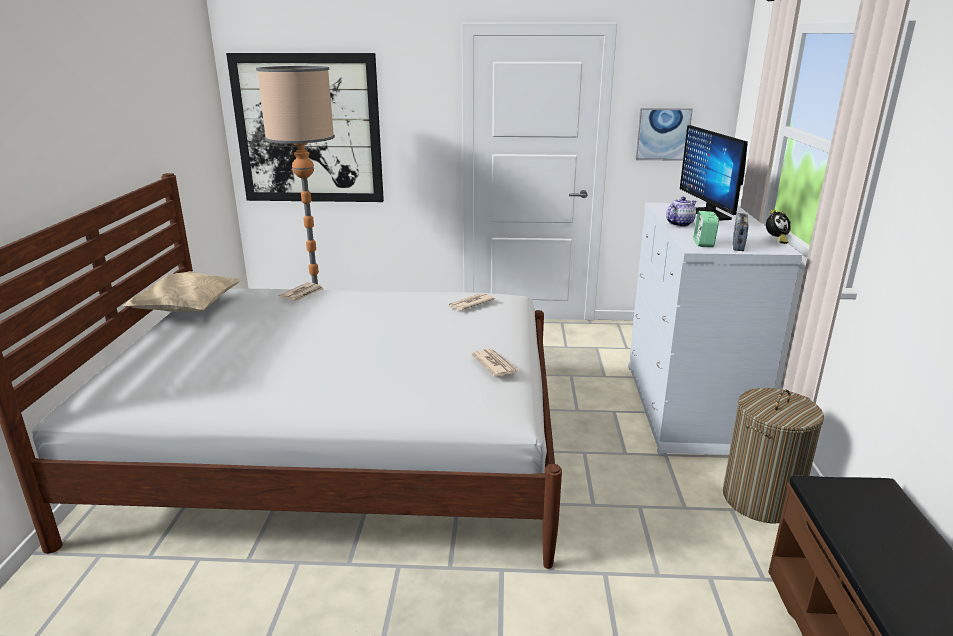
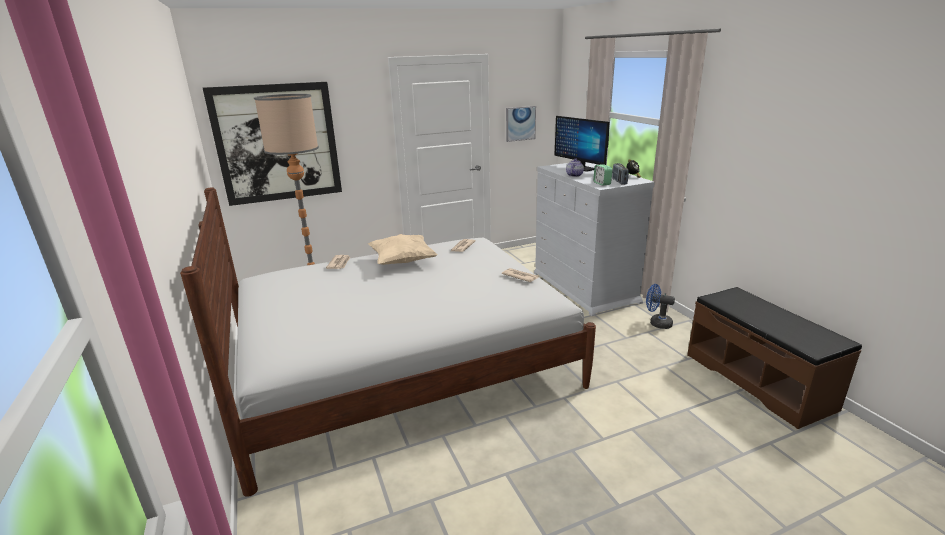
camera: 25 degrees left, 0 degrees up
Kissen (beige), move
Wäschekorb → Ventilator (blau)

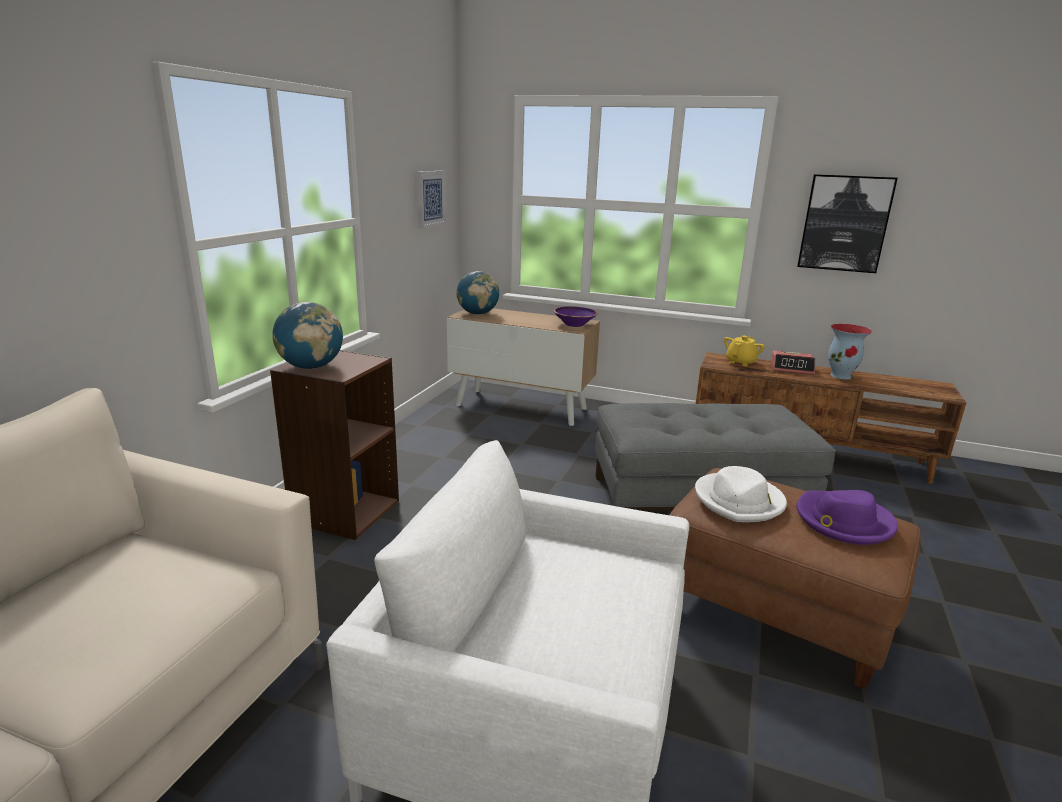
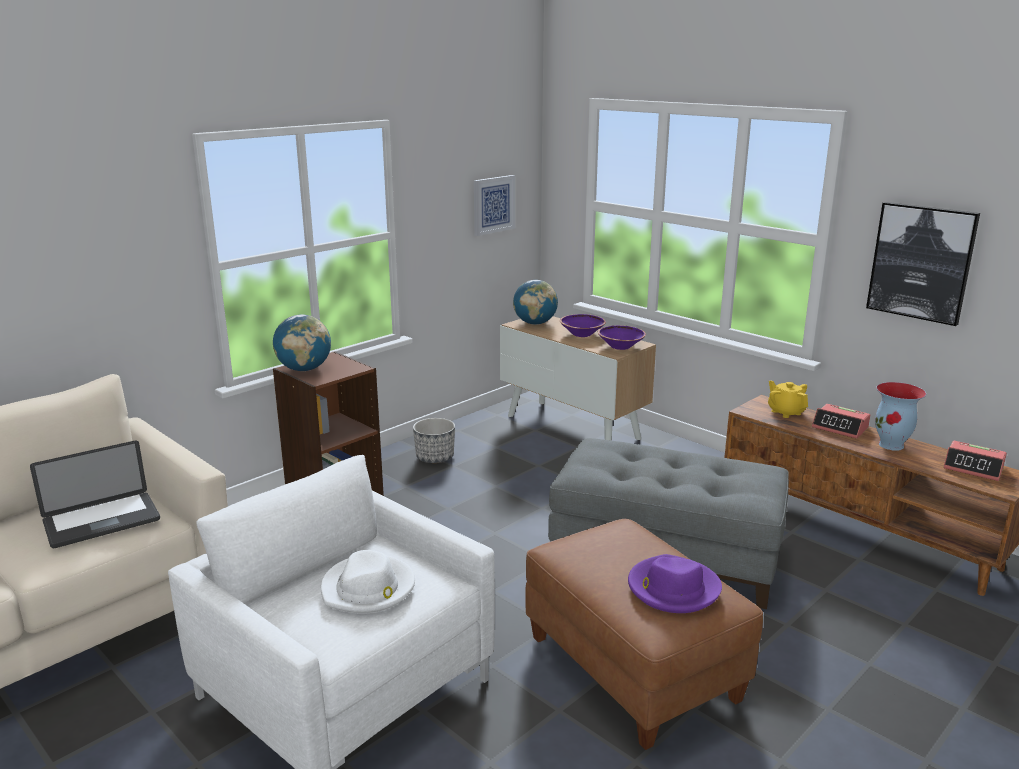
camera: 25 degrees right, 0 degrees up
Teekanne (gelb), 90 degrees counterclockwise
Hut (weiß), move
- → Schüssel (lila) (1st from left)
- → Pflanzkübel
- → Laptop
- → Wecker (2nd from left)

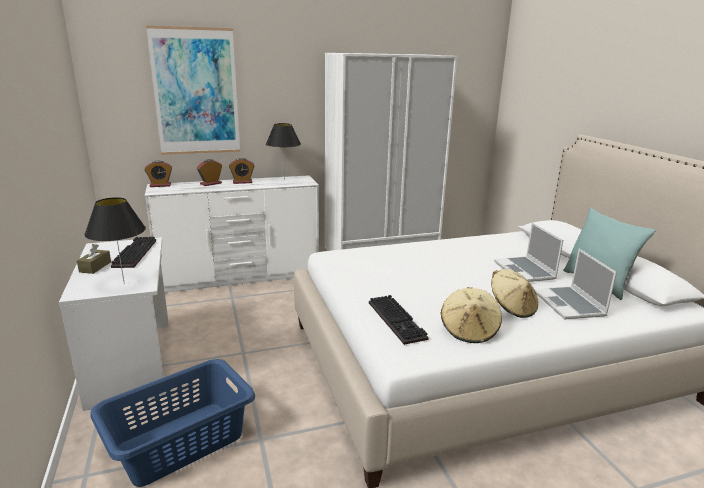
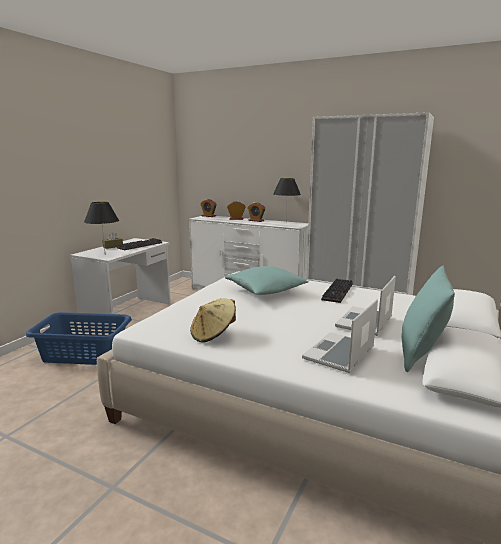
camera: 45 degrees right, 5 degrees down
Bild → -
Hut (beige) (2nd from left) → -
Tastatur (2nd from left), move
- → Kissen (türkis) (1st from left)

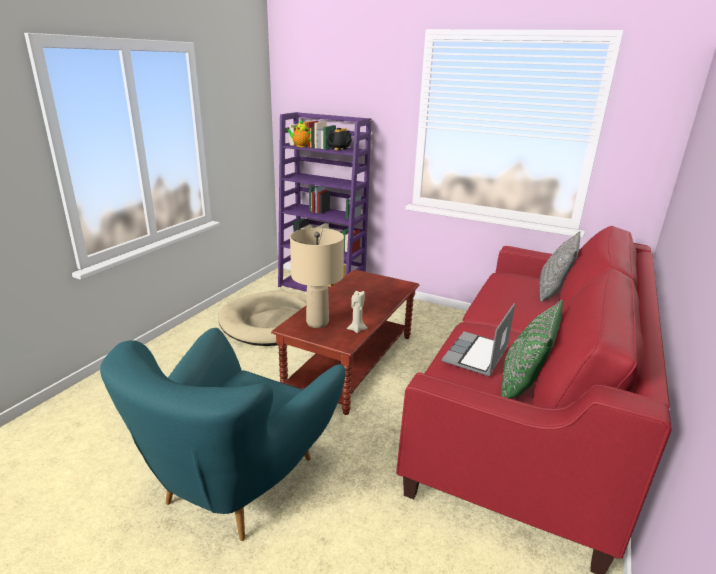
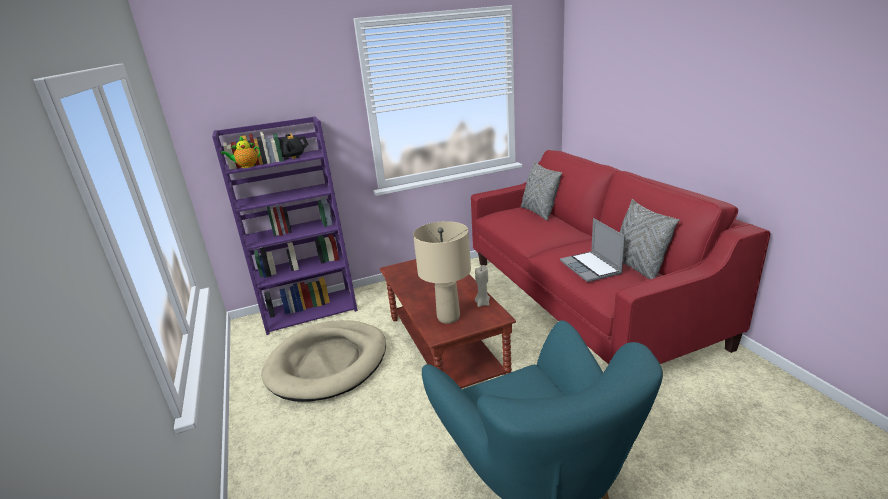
camera: 45 degrees left, 0 degrees up
Kissen (grün) → Kissen (grau) (2nd from left)

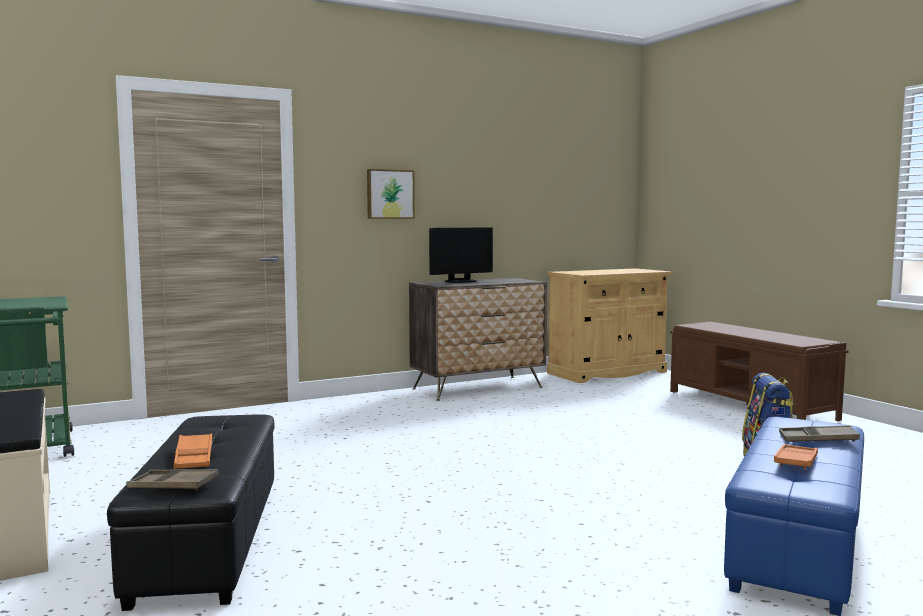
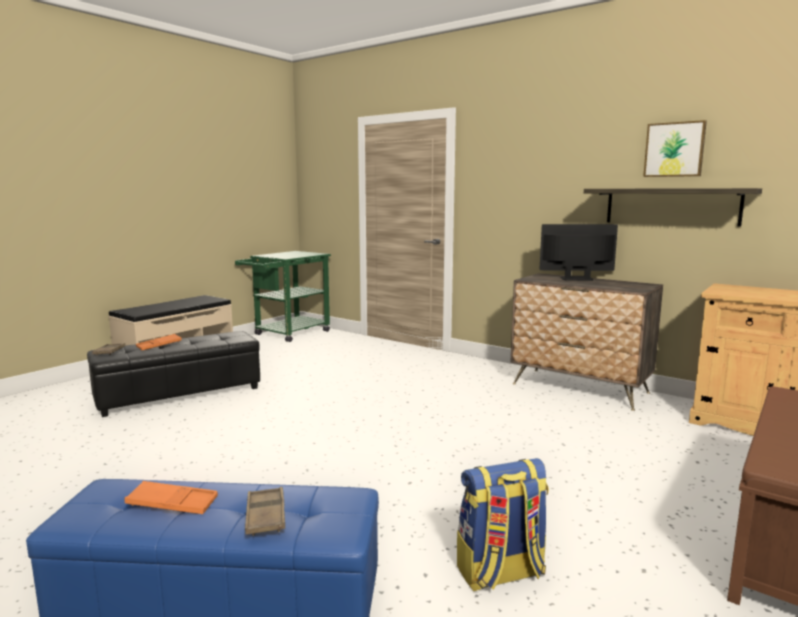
camera: 65 degrees right, 5 degrees up
Bild, move
Monitor, 150 degrees clockwise
- → Wandregal

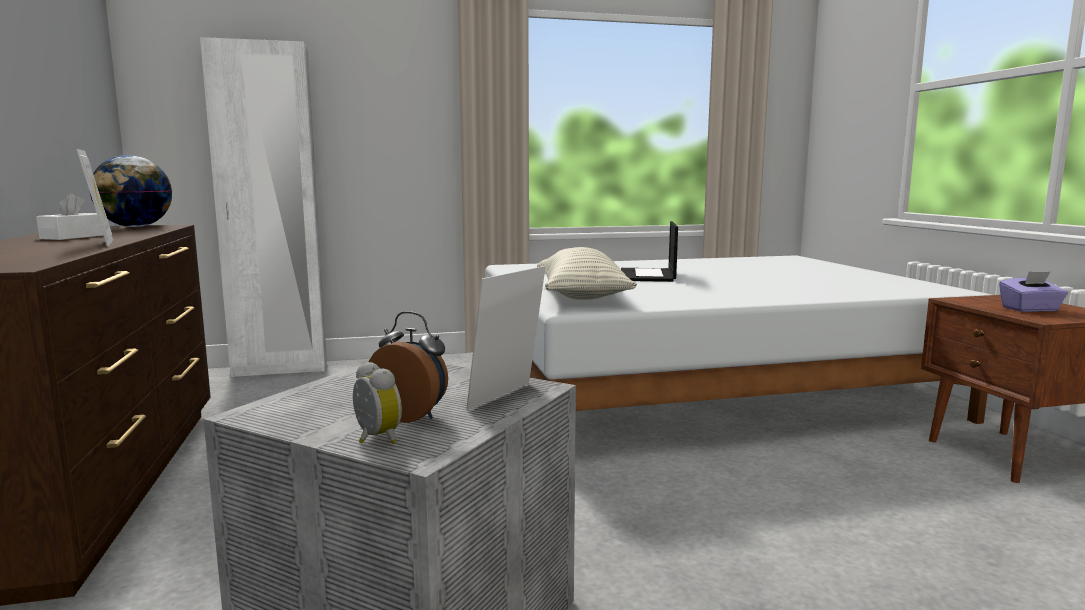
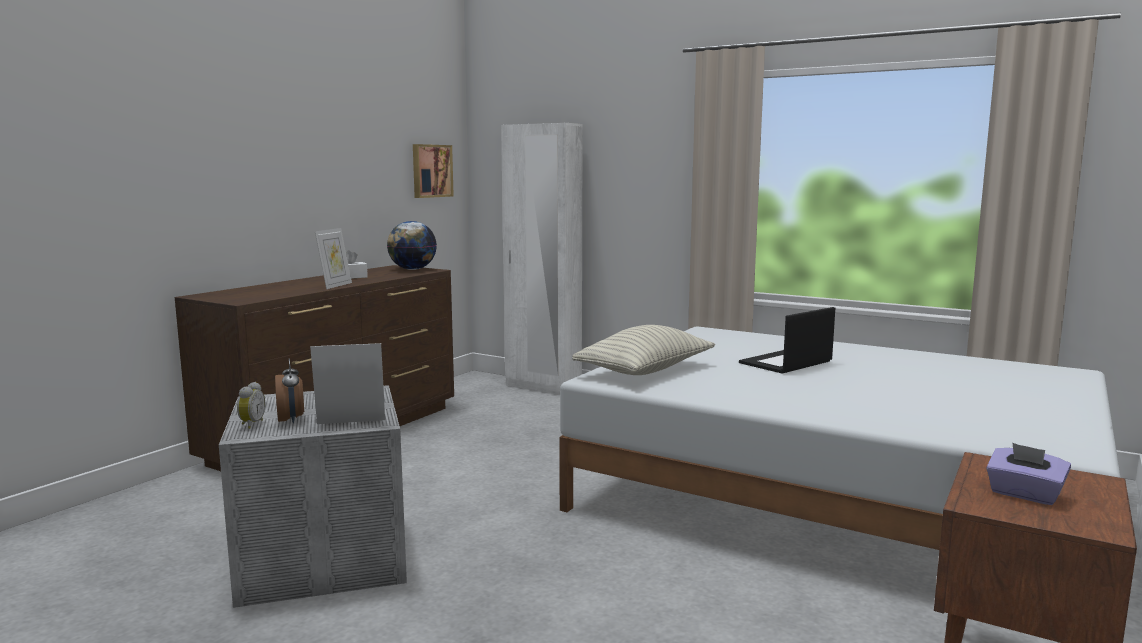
camera: 45 degrees right, 0 degrees up
- → Bild

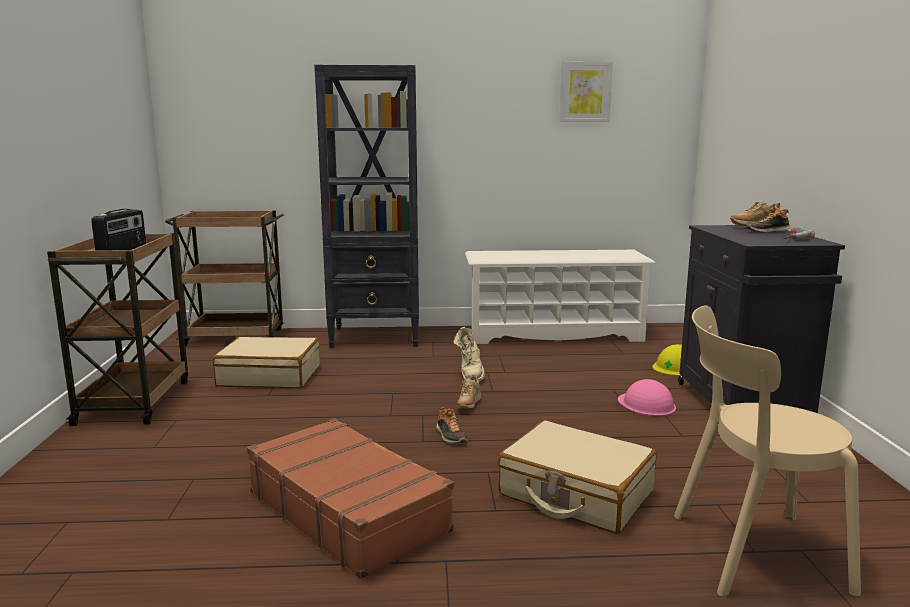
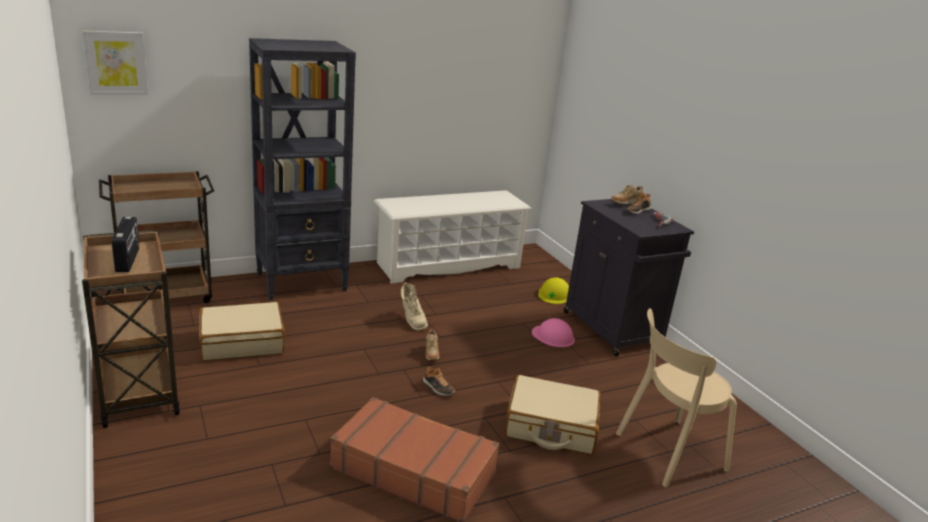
camera: 25 degrees left, 10 degrees up
Bild, move

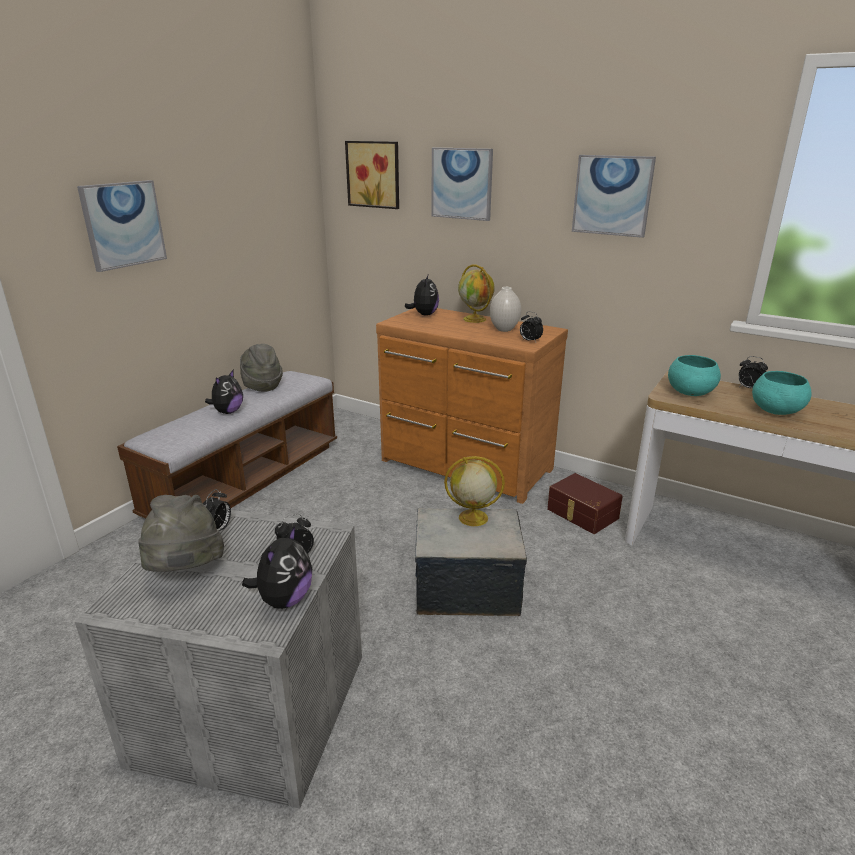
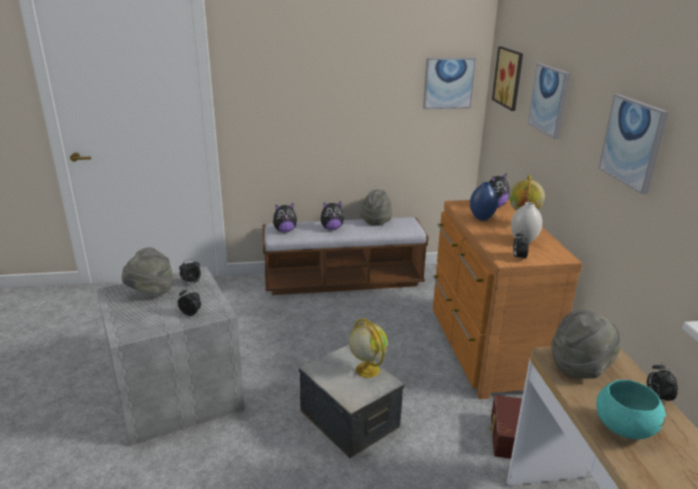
camera: 50 degrees right, 0 degrees up
Bild (1st from left), move
Schüssel (türkis) (1st from left) → Hut (grau) (3rd from left)
Plüschtier (2nd from left in the first image) → Plüschtier (1st from left), move
- → Vase (blau)

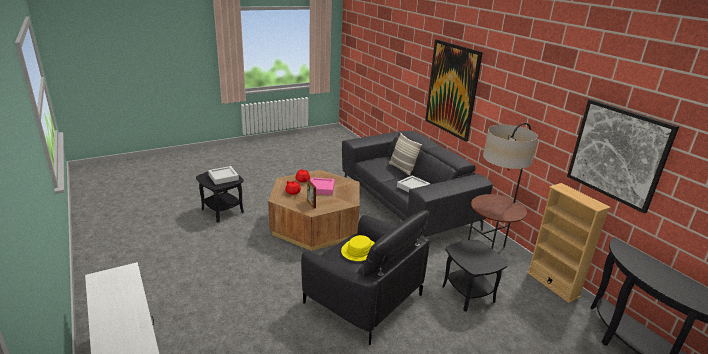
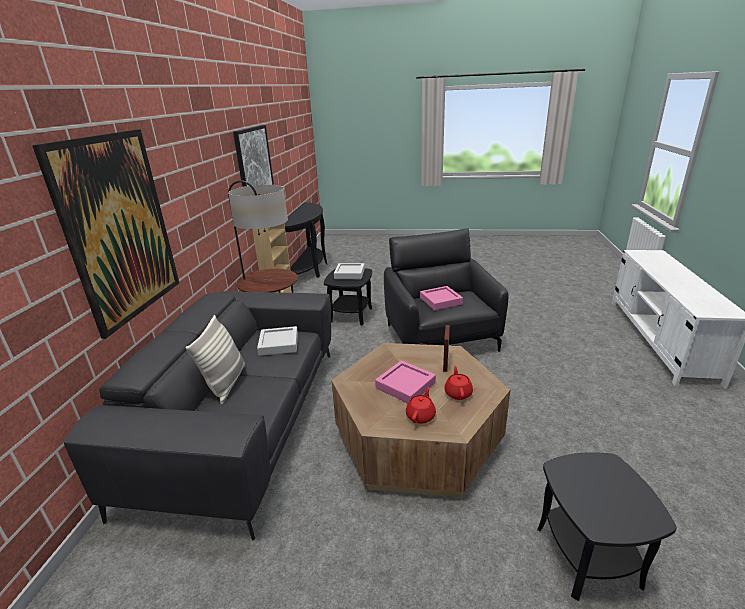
camera: 140 degrees left, 0 degrees up
Tablett (grau) (1st from left in the first image) → Tablett (grau) (2nd from left), move
Hut (gelb) → Tablett (rosa) (2nd from left)

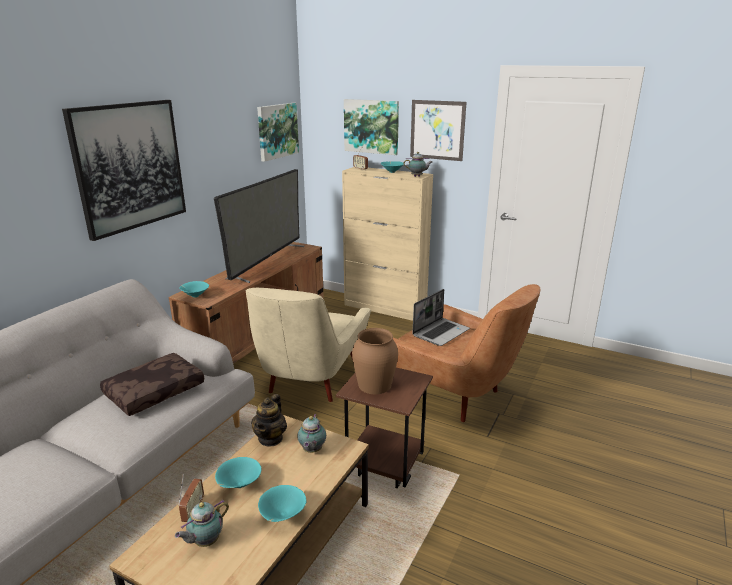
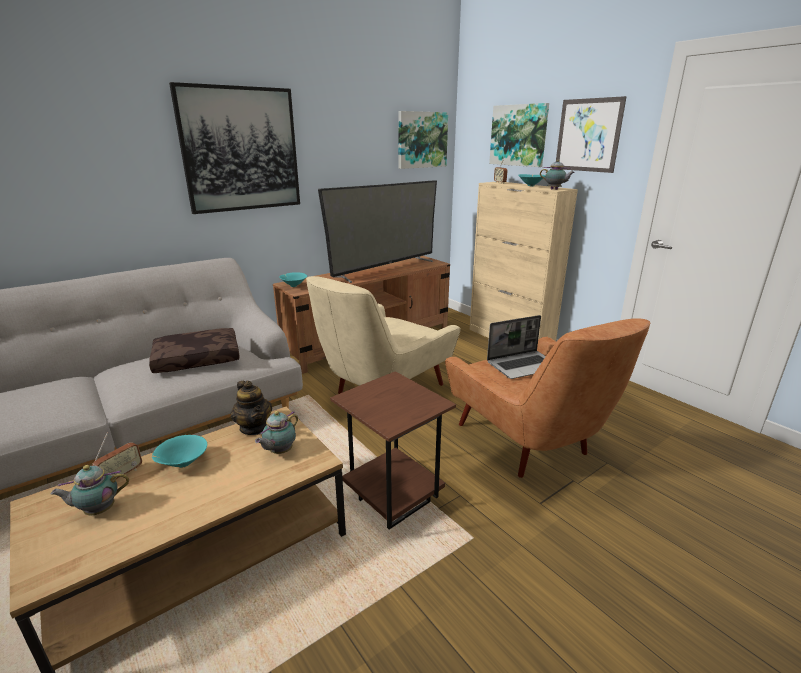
camera: 25 degrees right, 0 degrees up
Vase (braun) → -
Teekanne (2nd from left), 75 degrees counterclockwise
Schüssel (türkis) (3rd from left) → -

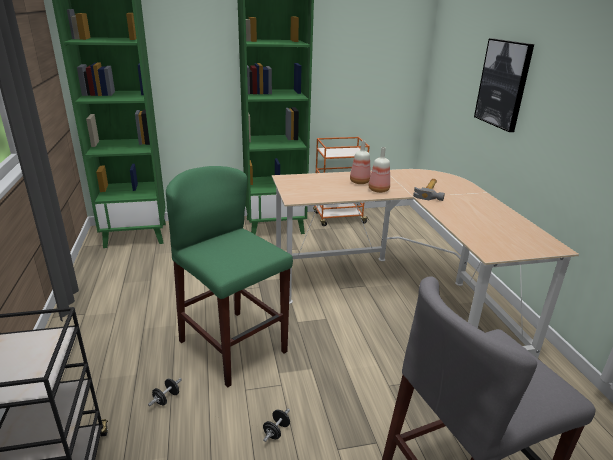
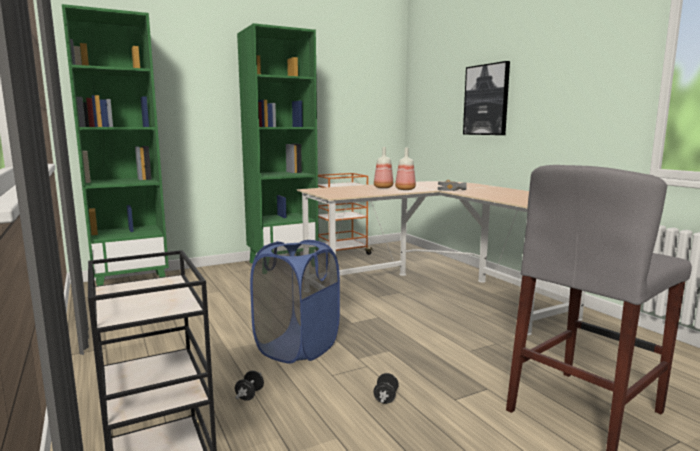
camera: 15 degrees left, 15 degrees down
Hocker (grün) → Wäschekorb (blau)

